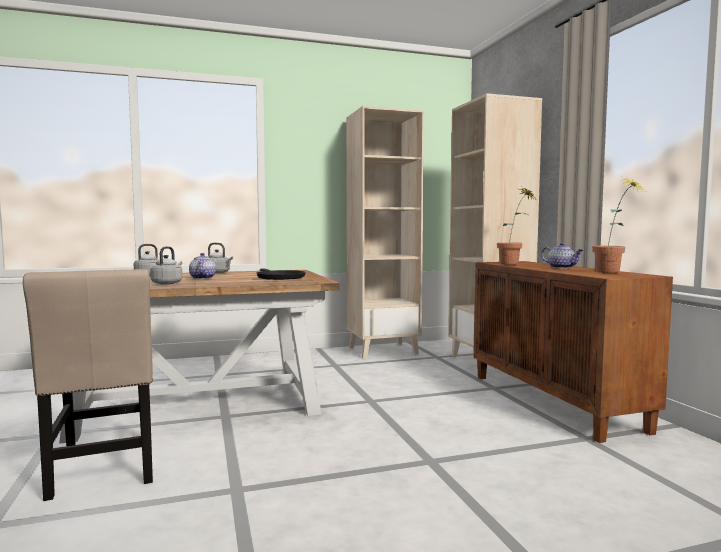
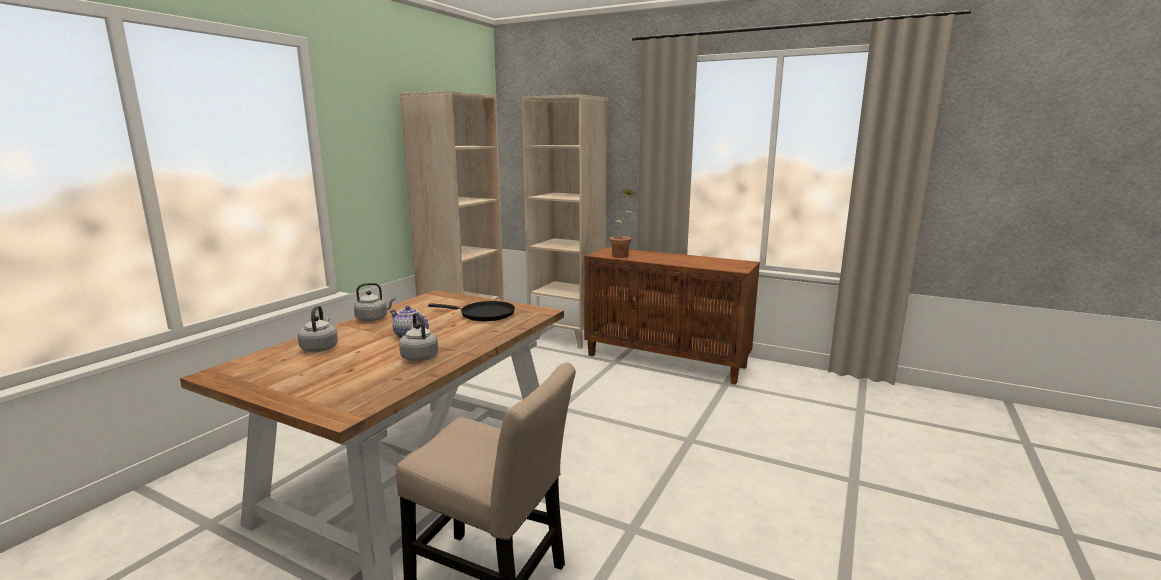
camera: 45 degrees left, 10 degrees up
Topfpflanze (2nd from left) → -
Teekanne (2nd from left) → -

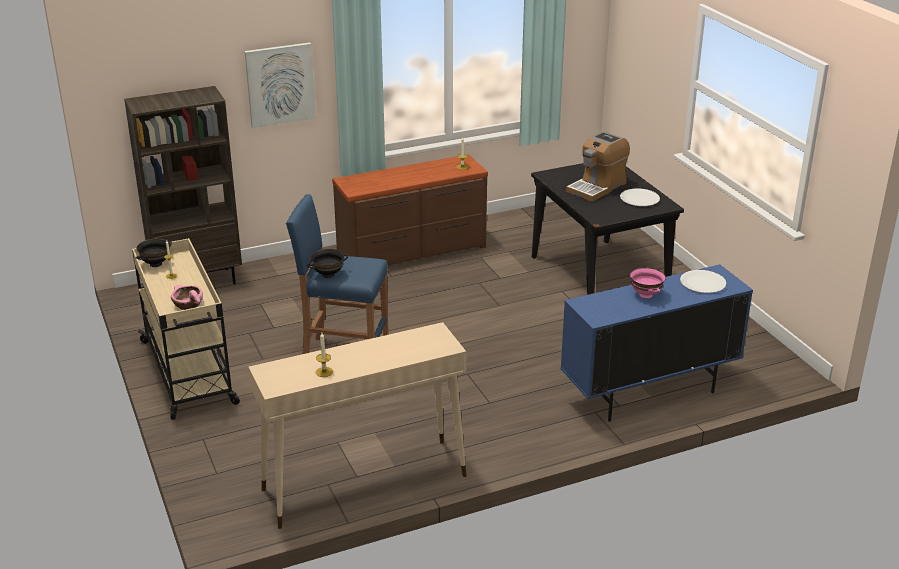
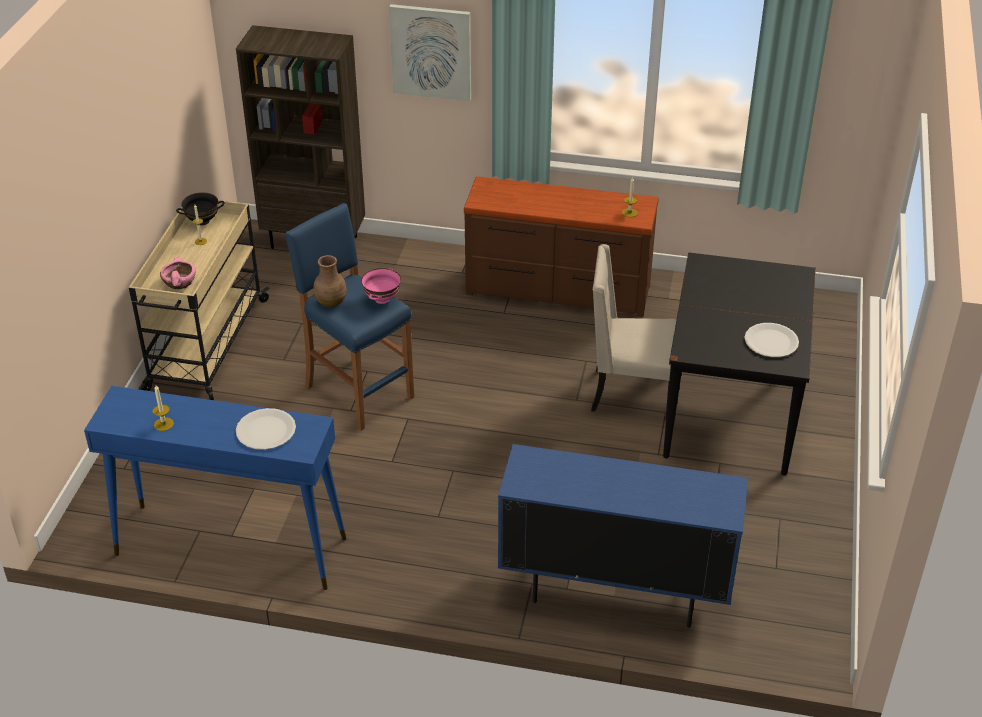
camera: 35 degrees right, 10 degrees up
Kaffeemaschine → -
Schüssel (schwarz) (2nd from left) → Vase (braun)
Schüssel (rosa) (2nd from left), move
Teller (weiß) (2nd from left in the first image) → Teller (weiß) (1st from left), move
Konsolentisch (beige) → Konsolentisch (blau)
- → Stuhl (beige)

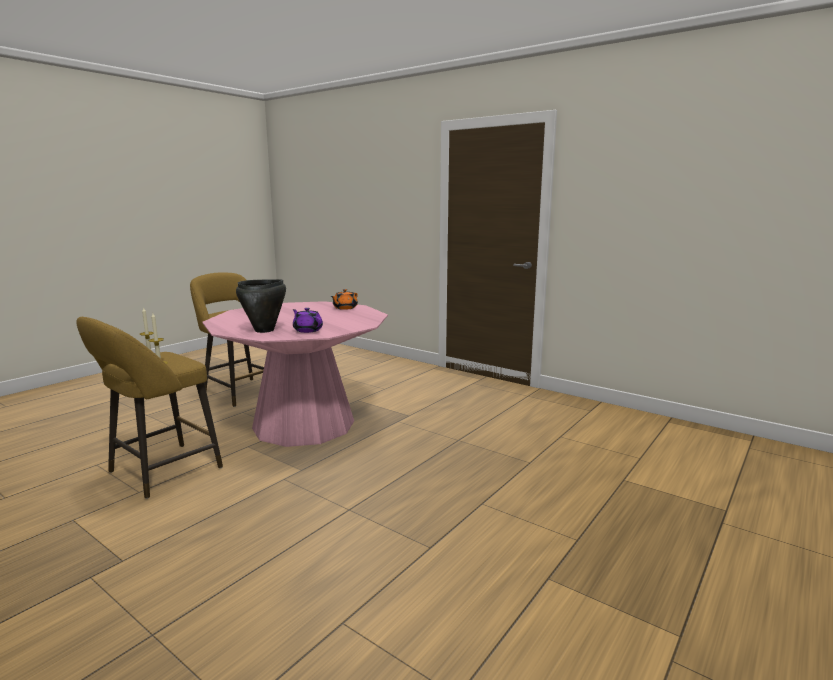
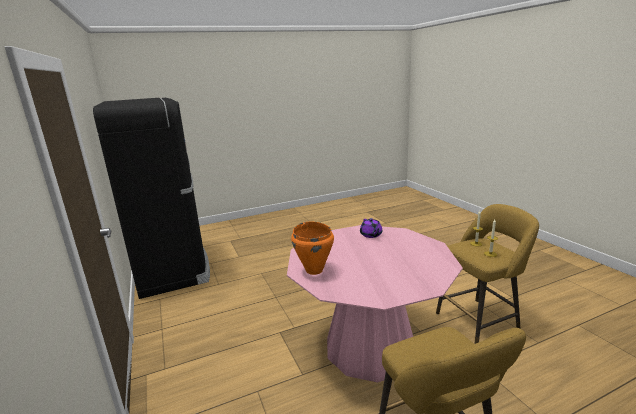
camera: 150 degrees left, 5 degrees up
Kochtopf (schwarz) → -
Teekanne (orange) → Kochtopf (orange)
- → Kühlschrank (schwarz)

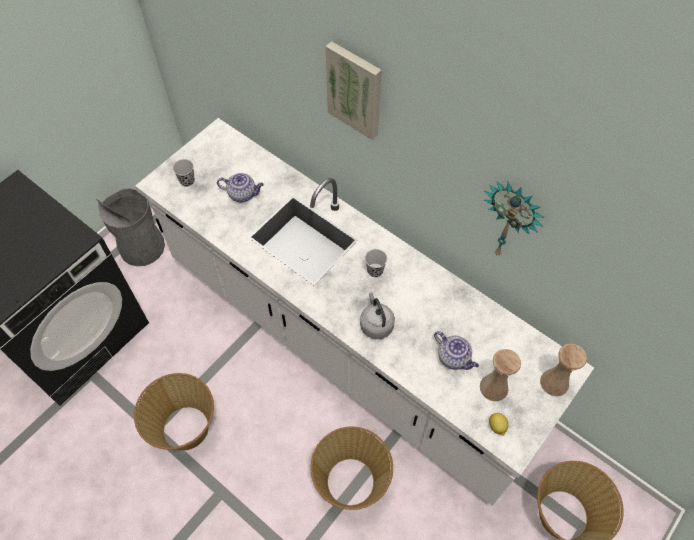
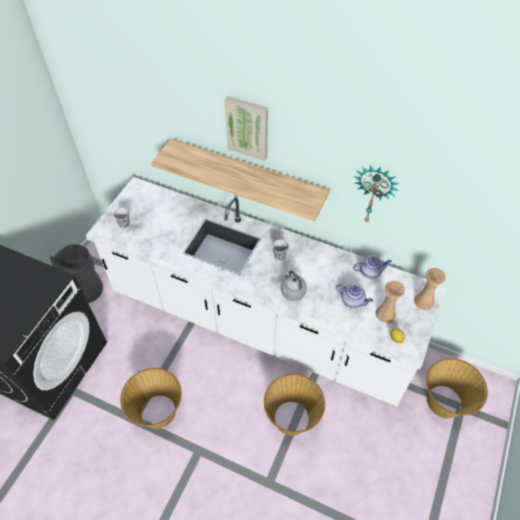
camera: 15 degrees left, 5 degrees down
Teekanne (1st from left in the first image) → Teekanne (2nd from left), move
- → Wandregal

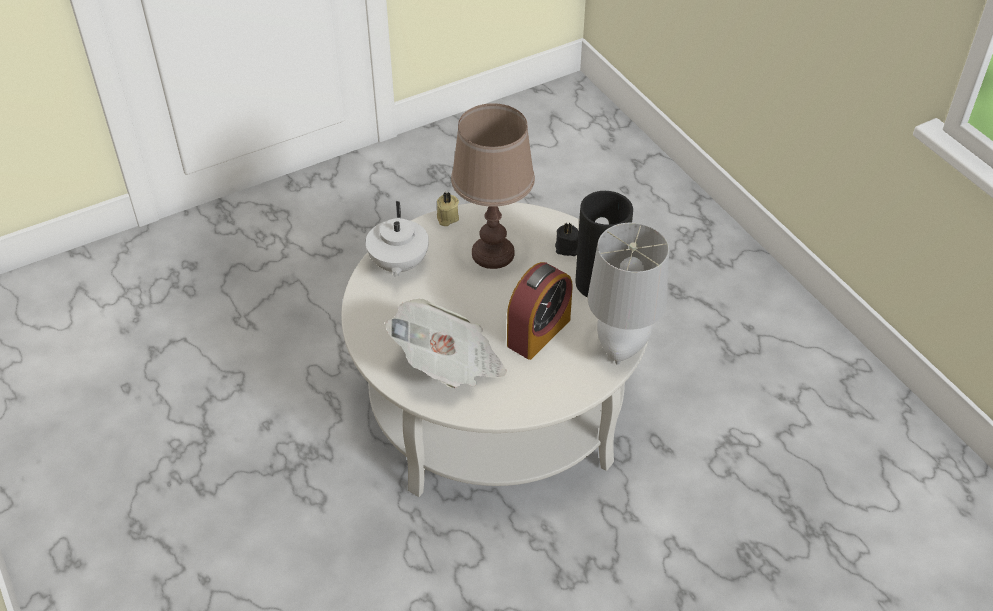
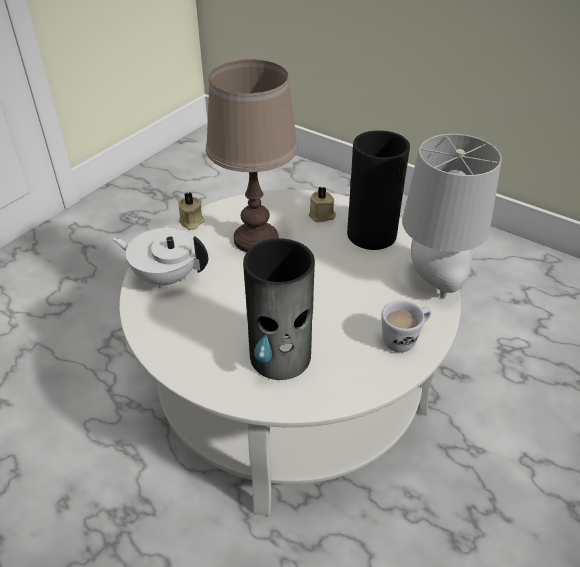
camera: 25 degrees left, 5 degrees down
Teekanne (weiß), 135 degrees clockwise
Kerze (schwarz) → Kerze (beige) (2nd from left)
Wecker → -
Zeitung → Vase (1st from left)
- → Henkelbecher (weiß)

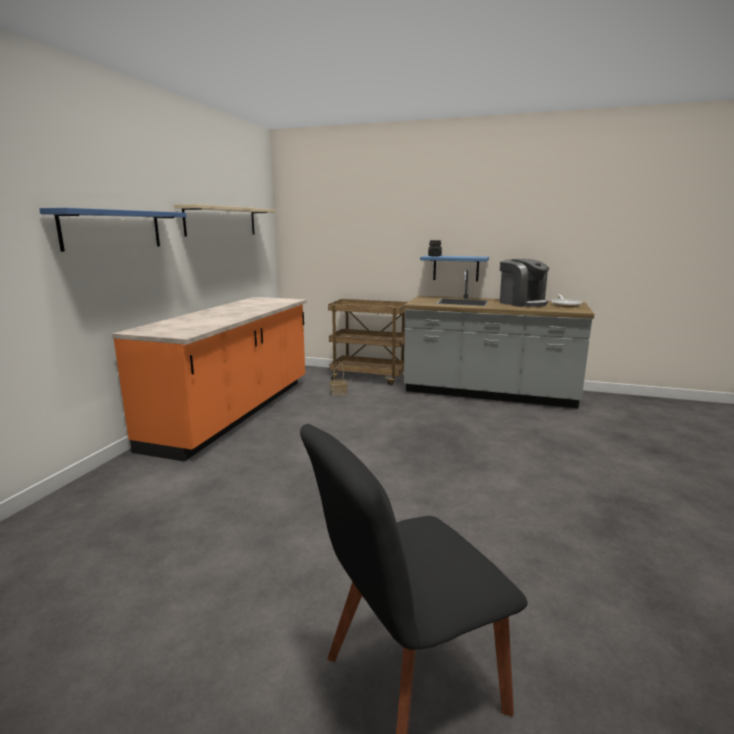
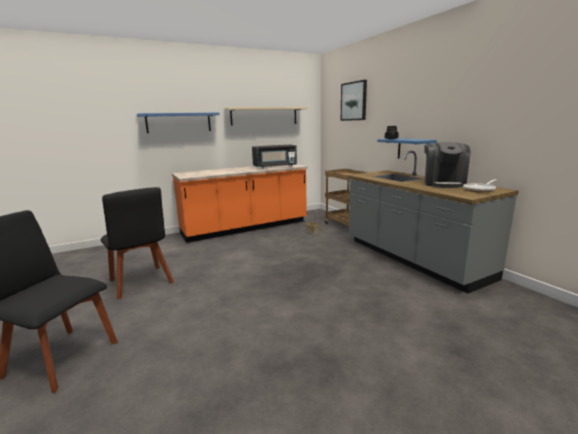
camera: 45 degrees right, 0 degrees up
- → Bild
- → Mikrowelle (schwarz)
- → Stuhl (schwarz) (2nd from left)

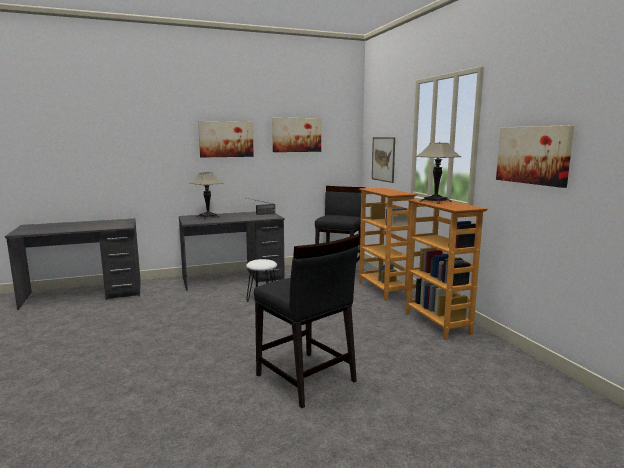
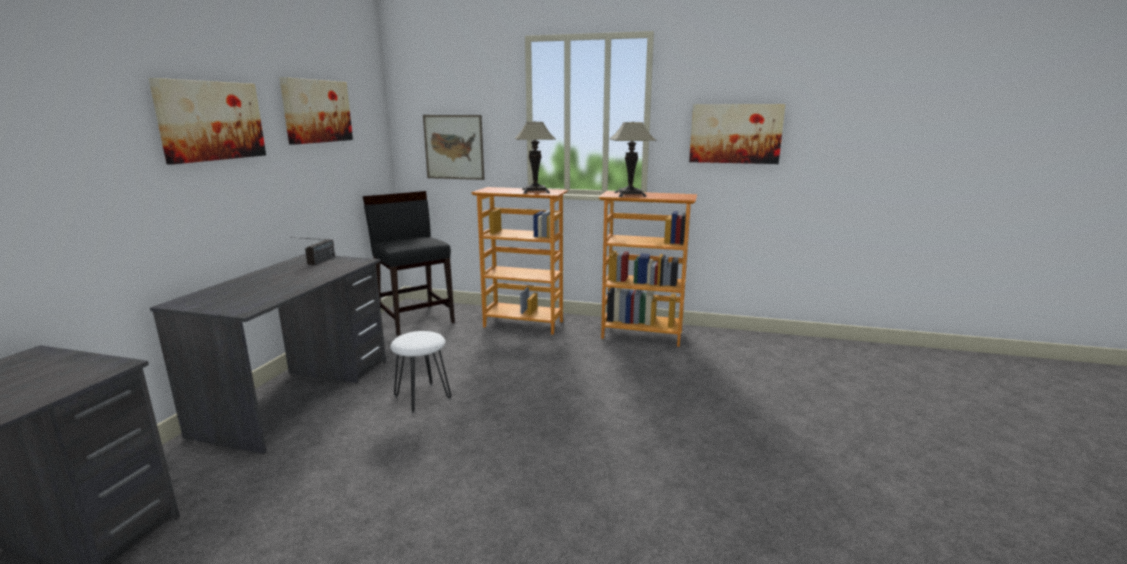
camera: 55 degrees left, 5 degrees up
Tischlampe (1st from left), move
Stuhl (schwarz) (1st from left) → -

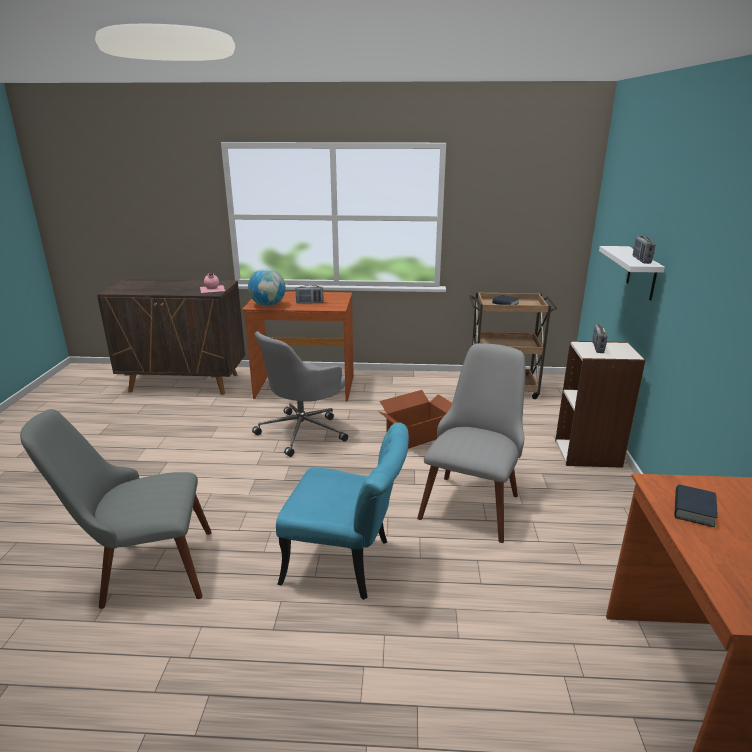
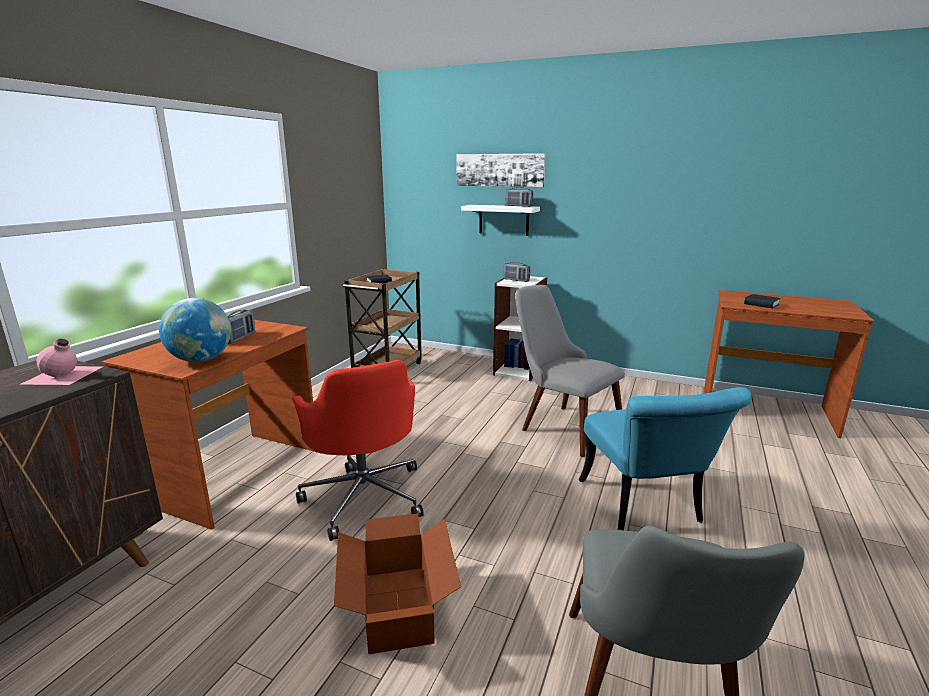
camera: 70 degrees left, 5 degrees down
Bürostuhl (grau) → Bürostuhl (rot)
Karton, move
Stuhl (türkis), 135 degrees clockwise
- → Bild

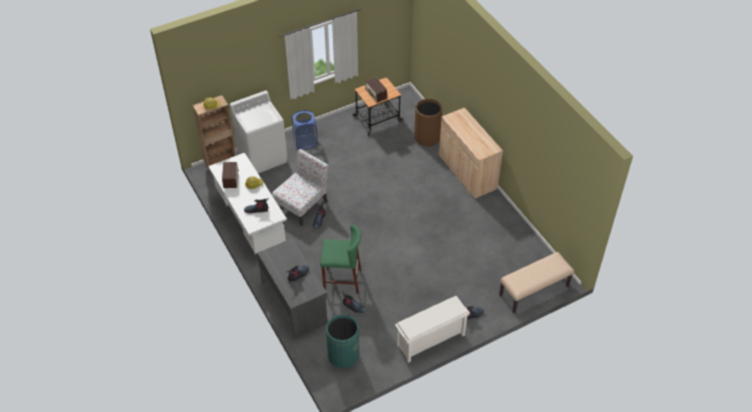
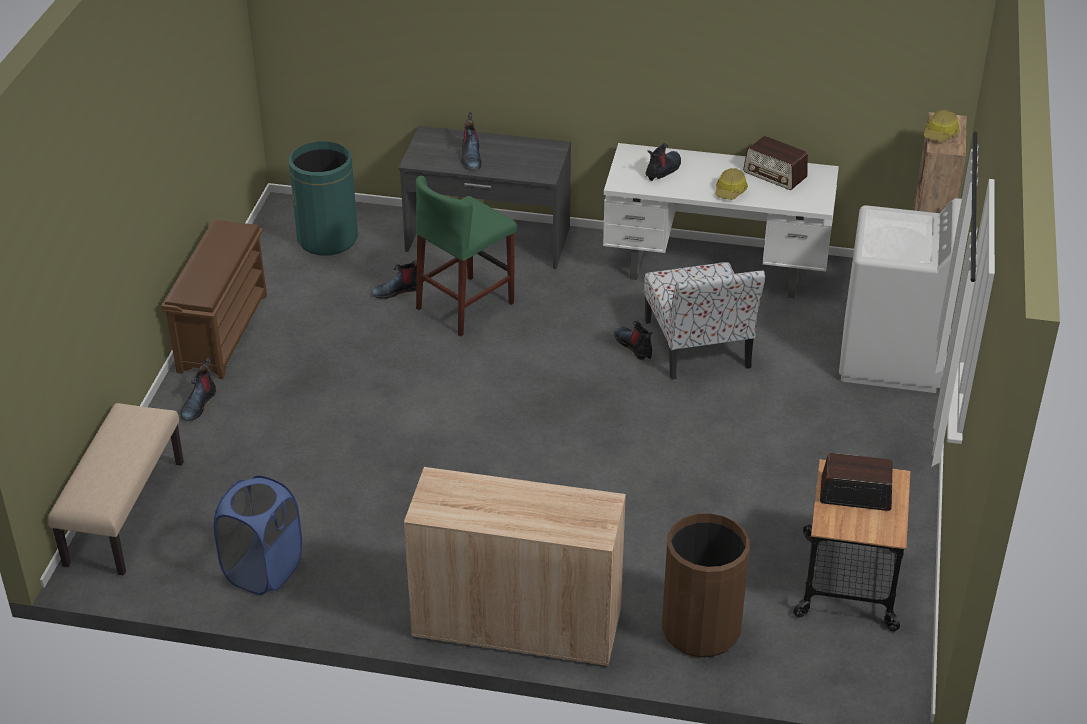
camera: 130 degrees right, 10 degrees down
Wäschekorb (blau), move
Schuhregal (weiß) → Schuhregal (braun)

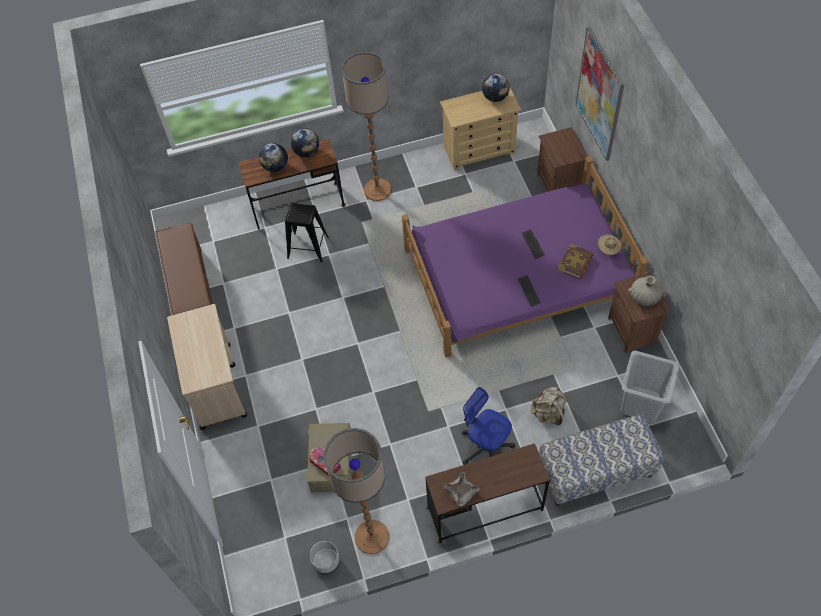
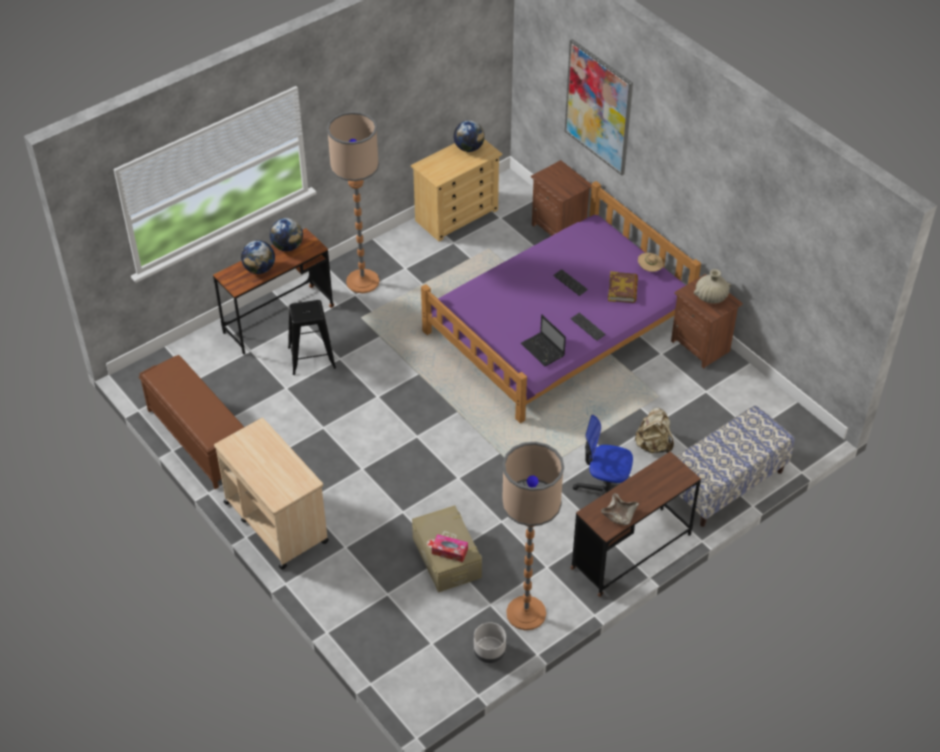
camera: 25 degrees left, 10 degrees down
Wäschekorb (grau) → -
- → Laptop

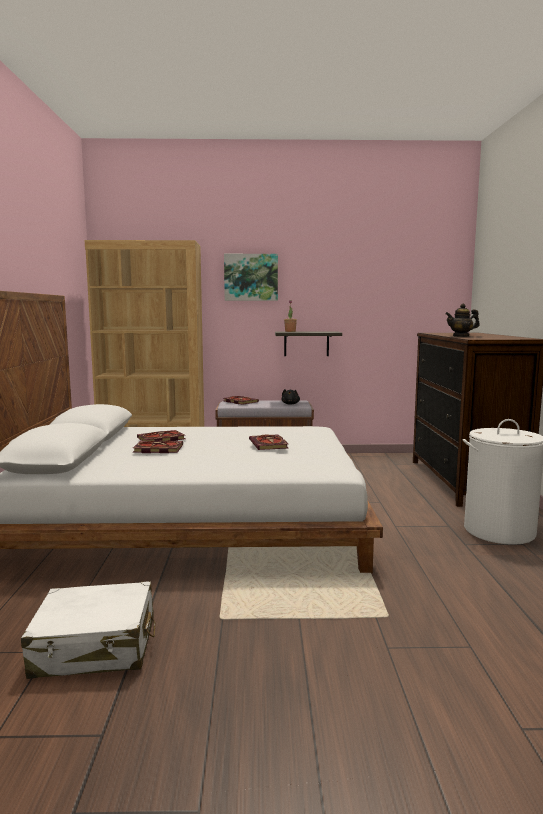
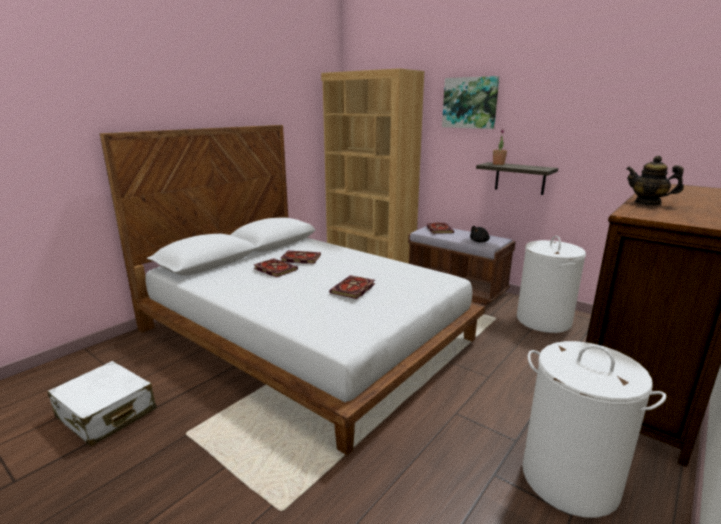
camera: 40 degrees right, 10 degrees up
- → Wäschekorb (weiß) (1st from left)

